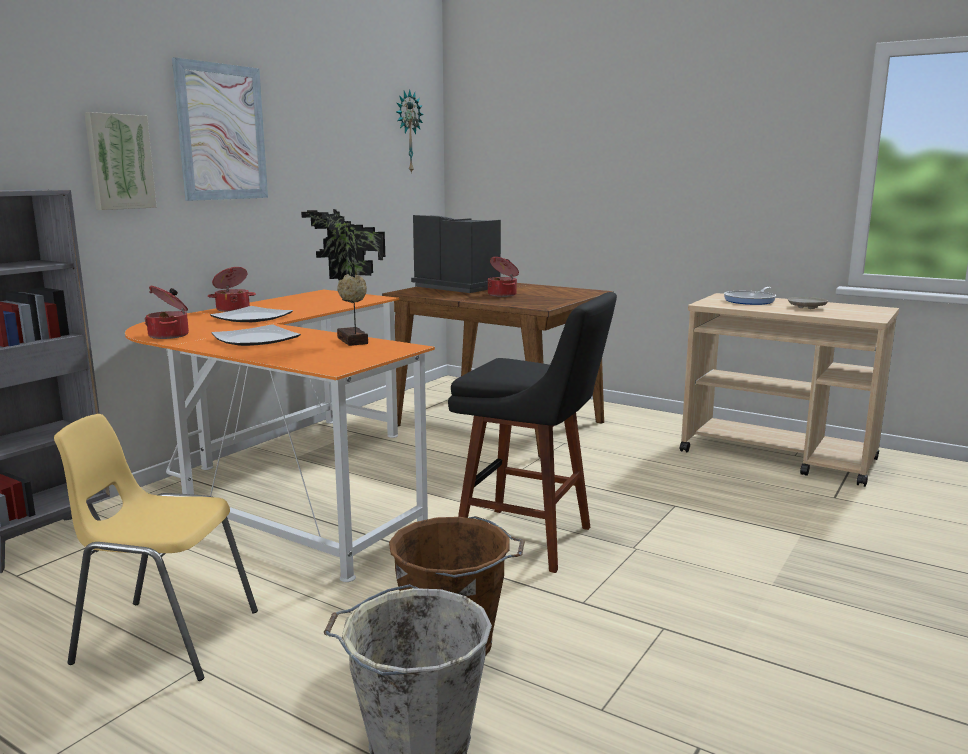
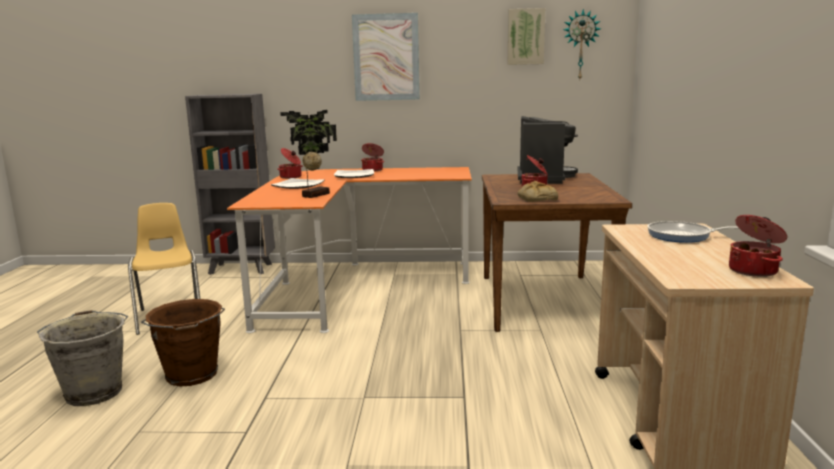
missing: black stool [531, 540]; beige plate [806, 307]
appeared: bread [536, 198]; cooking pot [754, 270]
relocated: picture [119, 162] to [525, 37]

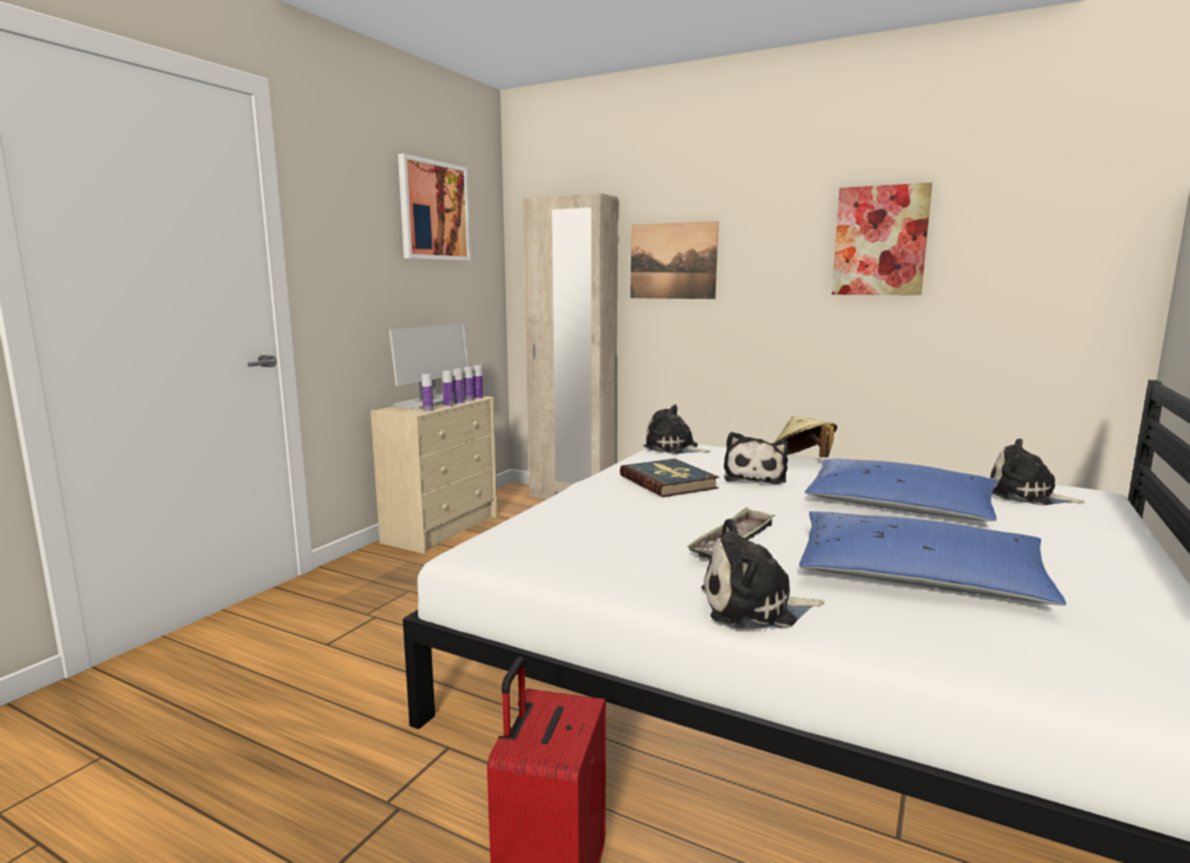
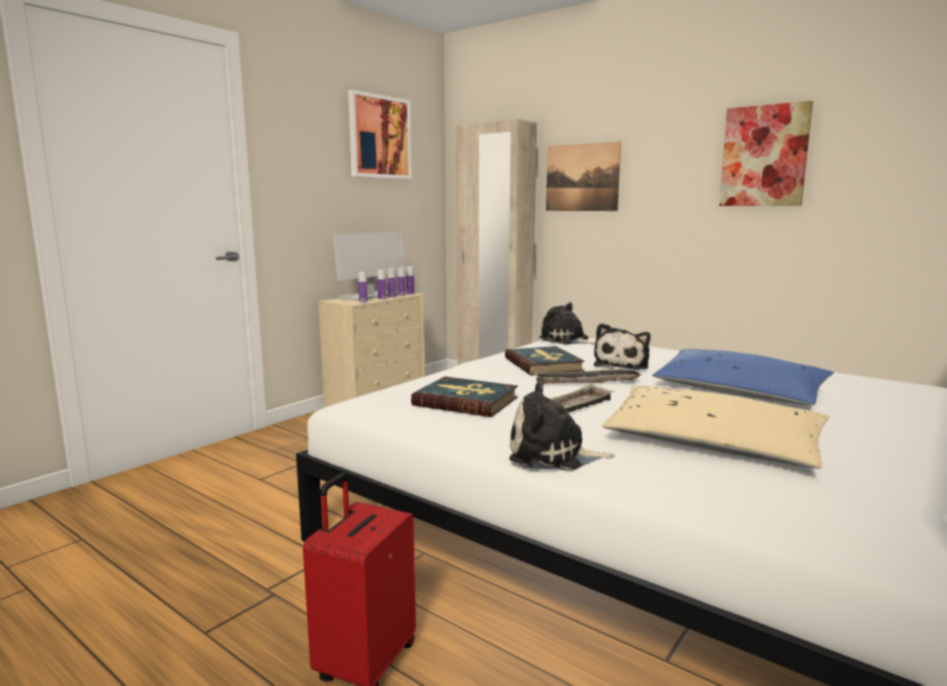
missing: beige hat [801, 461]; plush toy [1026, 496]
appeared: book [466, 401]; tray [586, 382]
colour: blue pillow [918, 578] to beige pillow [711, 444]

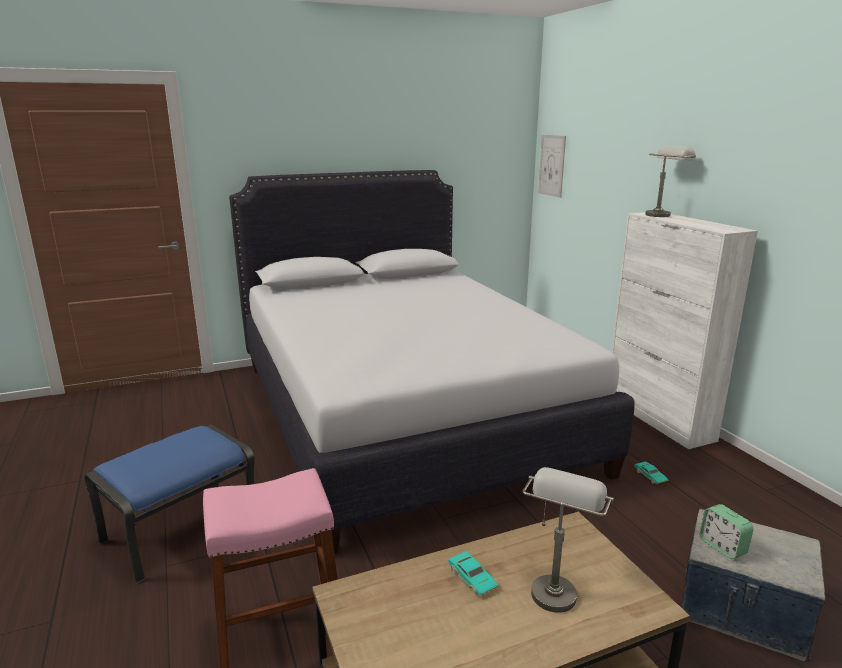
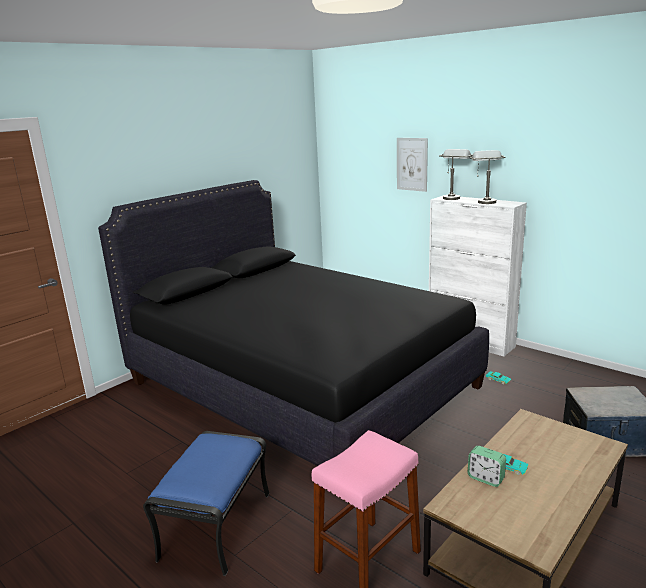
relocated: picture [551, 165] to [412, 164]; alarm clock [722, 547] to [485, 478]; grey table lamp [556, 584] to [484, 201]
colour: white bed [402, 414] to black bed [300, 385]

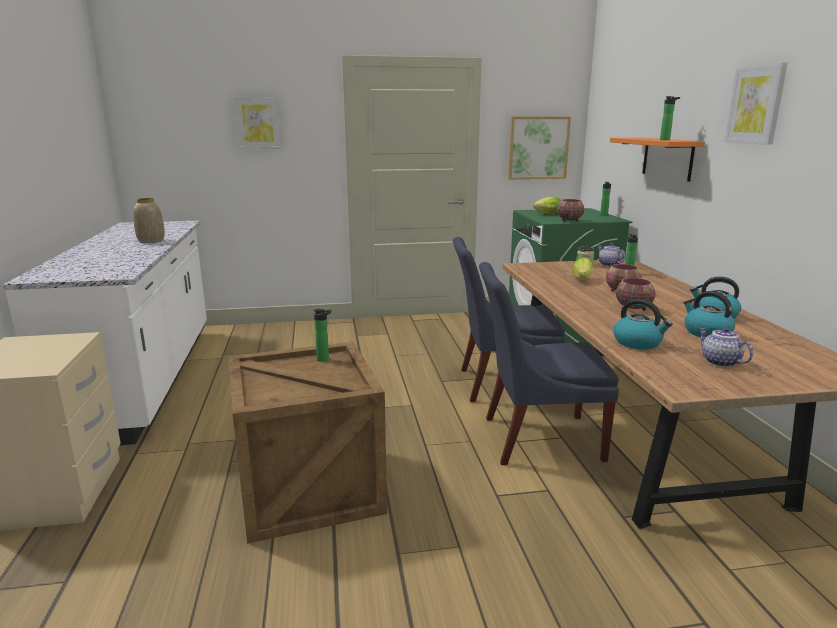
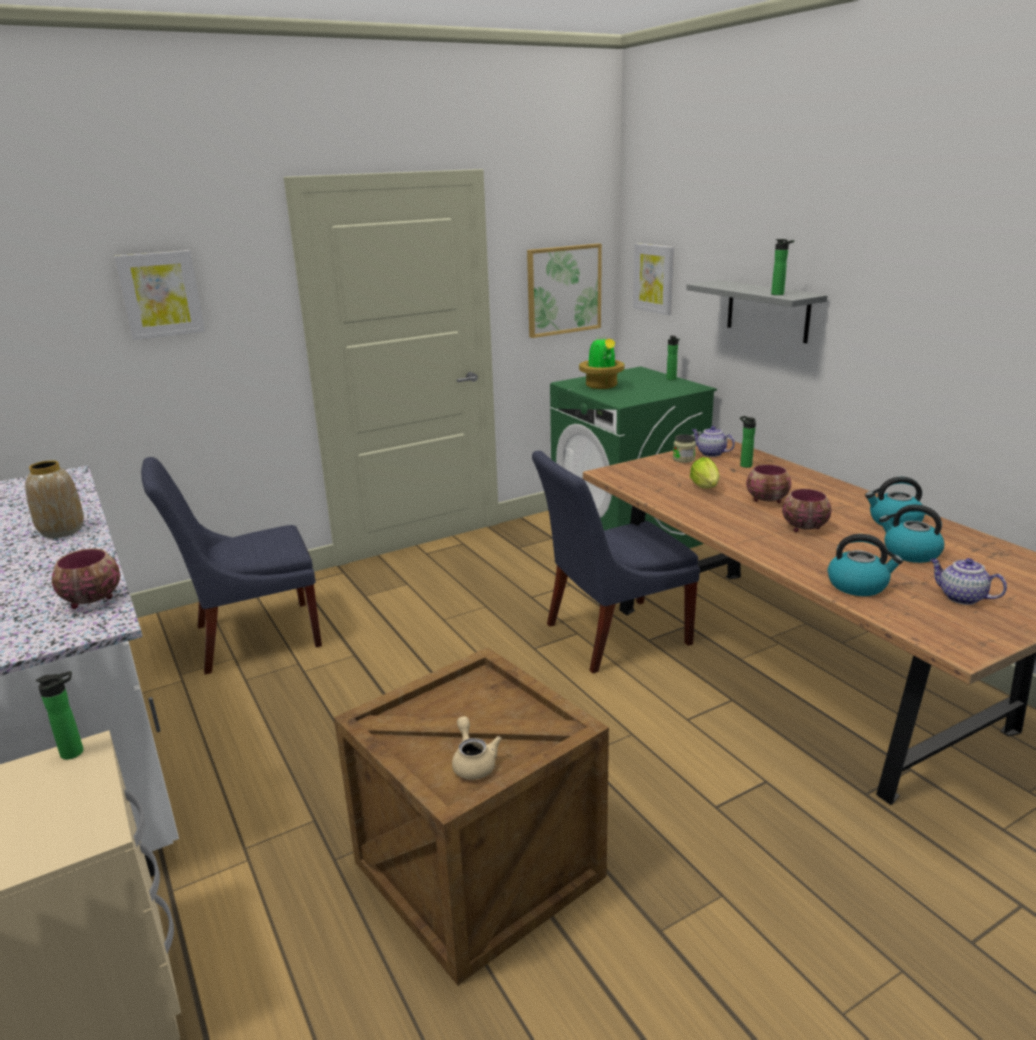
appeared: beige teapot [473, 762]
relocated: bottle [325, 359] to [76, 752]; bowl [569, 220] to [91, 600]; blue chair [536, 438] to [250, 637]; picture [756, 105] to [654, 278]
exchanged: lettuce [546, 214] to potted plant [602, 386]
colour: orange shelf [667, 158] to grey shelf [767, 311]

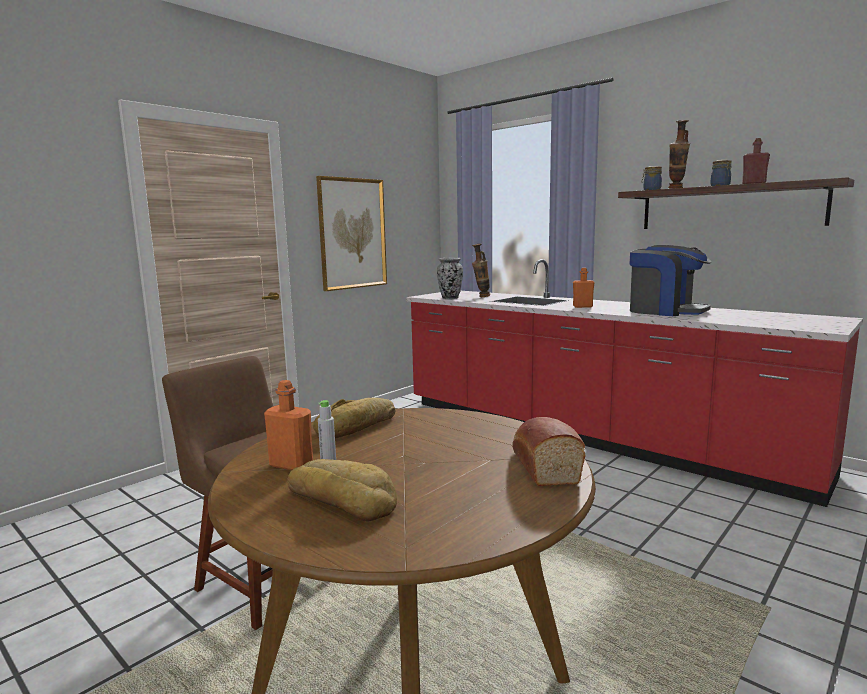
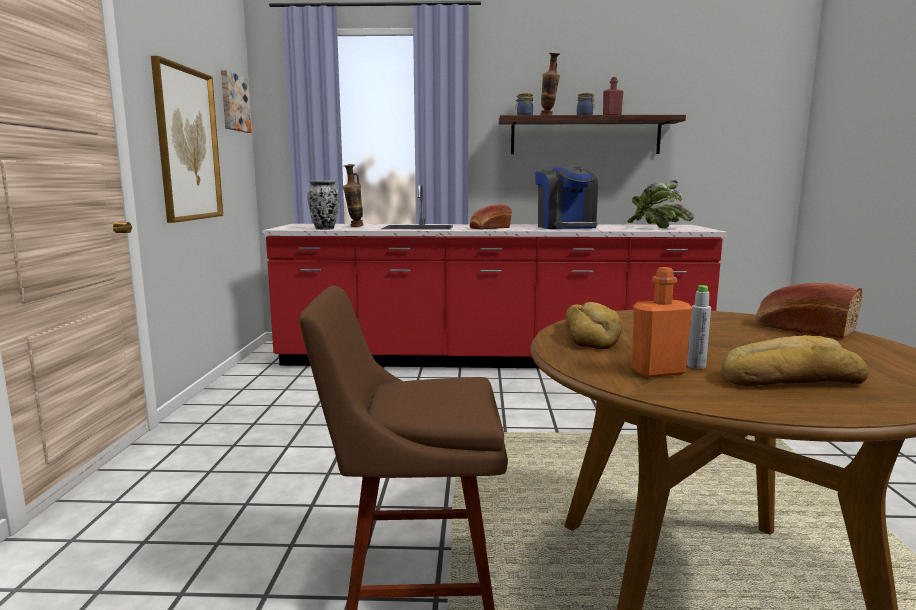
appeared: picture [233, 102]; potted plant [657, 228]
exchanged: orange bottle [582, 306] to bread [489, 228]
spun: coffee machine [665, 311] = [566, 227] 75 degrees clockwise

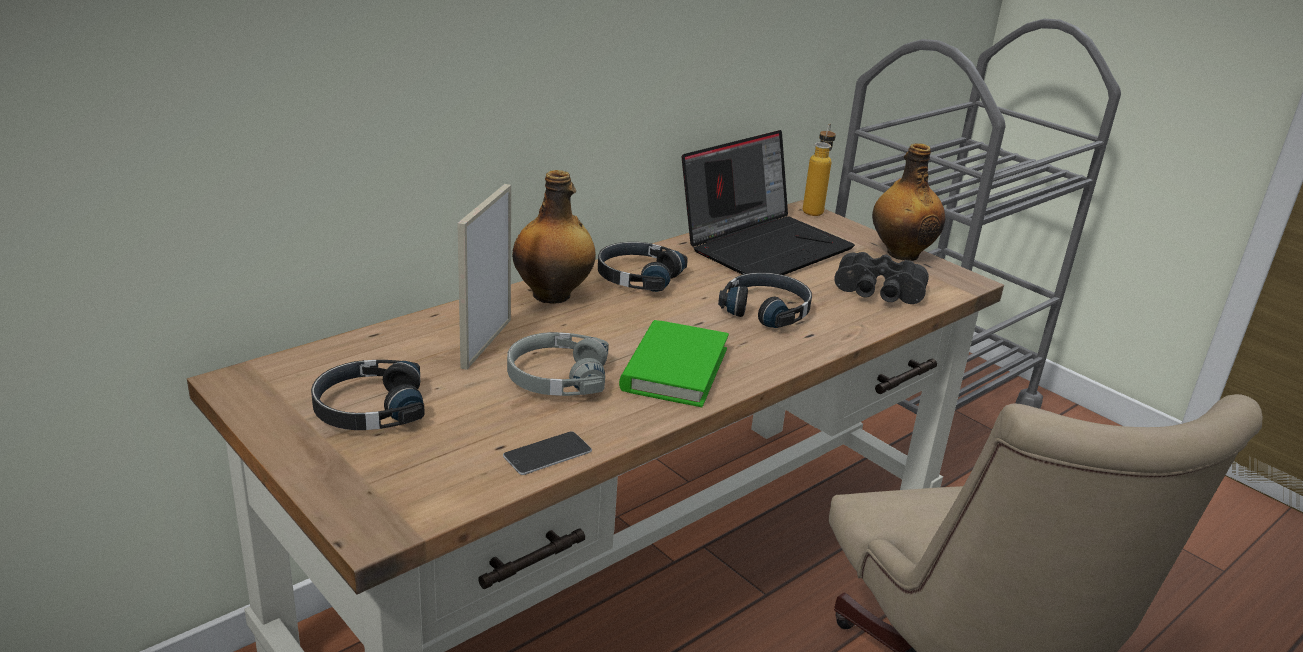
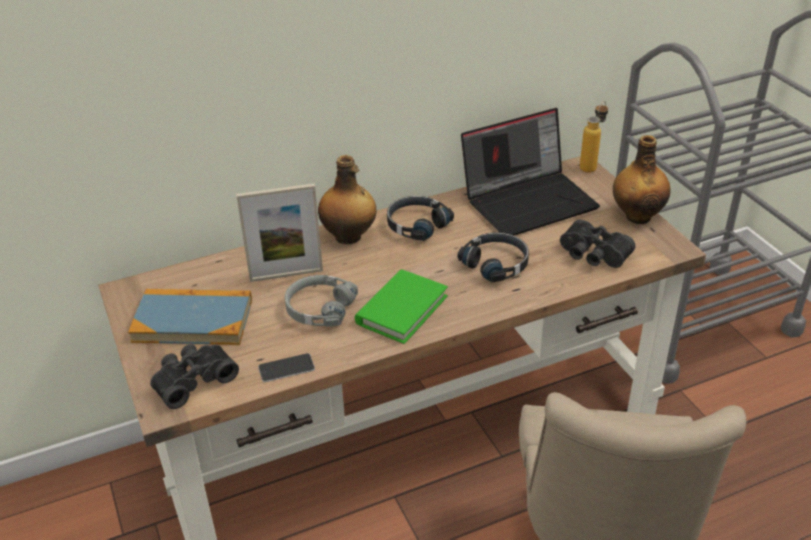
appeared: black binoculars [193, 380]
exchanged: black headphones [368, 409] to book [193, 320]
spun: picture frame [486, 343] = [286, 275] 135 degrees counterclockwise

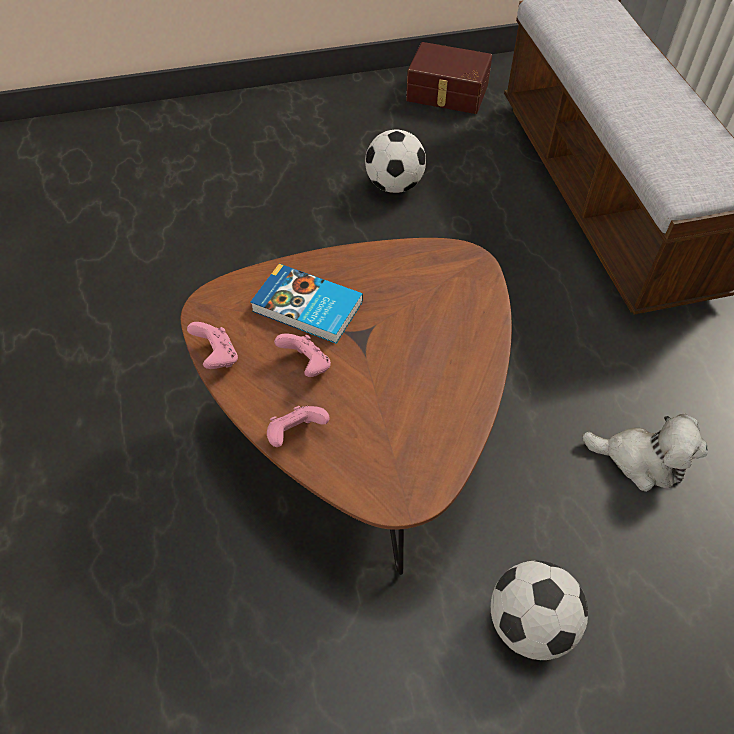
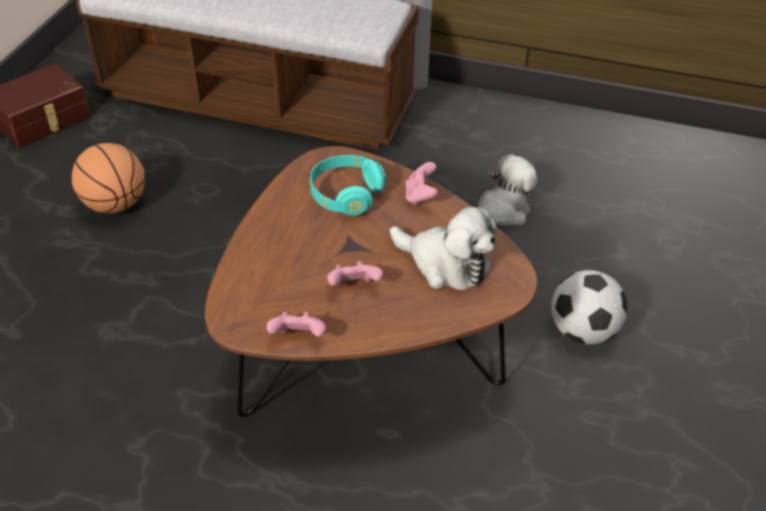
missing: book [307, 308]
appeared: turquoise headphones [346, 195]; plush toy [445, 264]
relocated: pink game controller [296, 434] to [420, 196]
exchanged: football [394, 185] to basketball [115, 205]

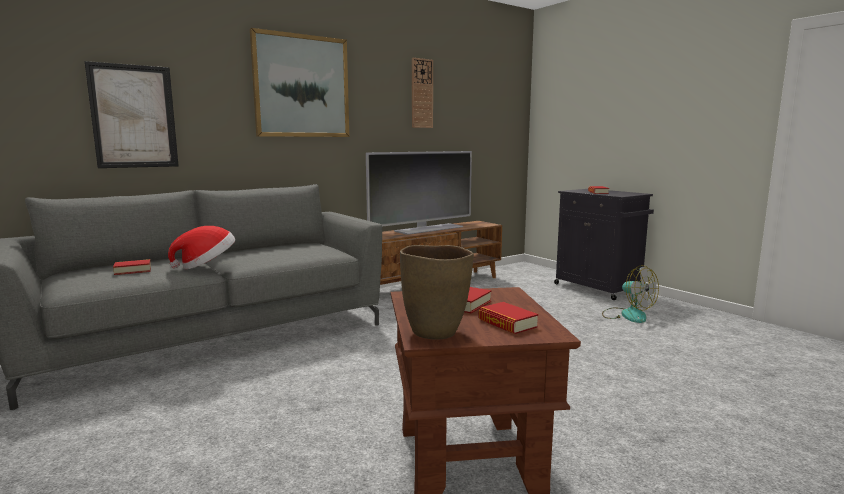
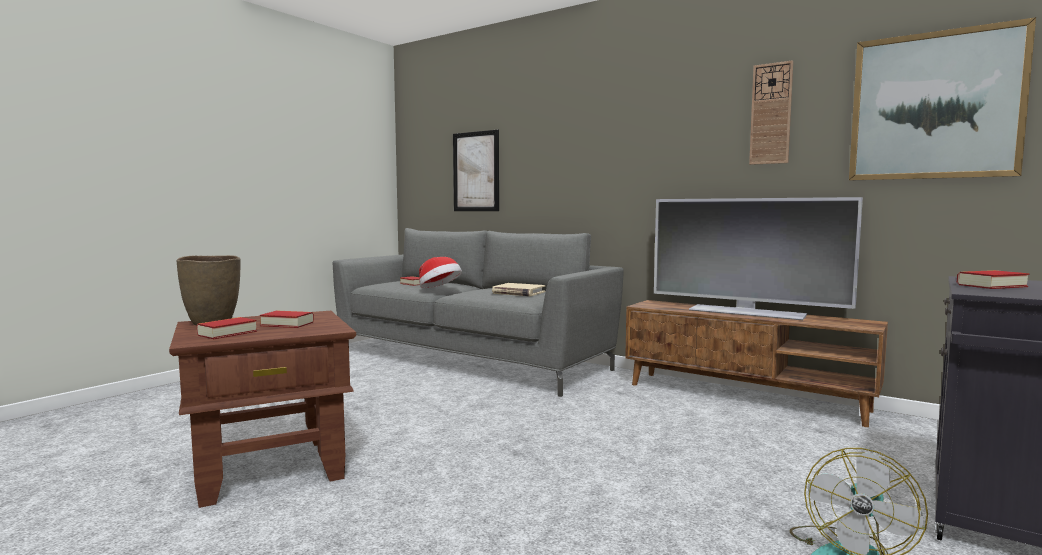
appeared: beige book [518, 292]
relocated: picture [302, 86] to [934, 106]

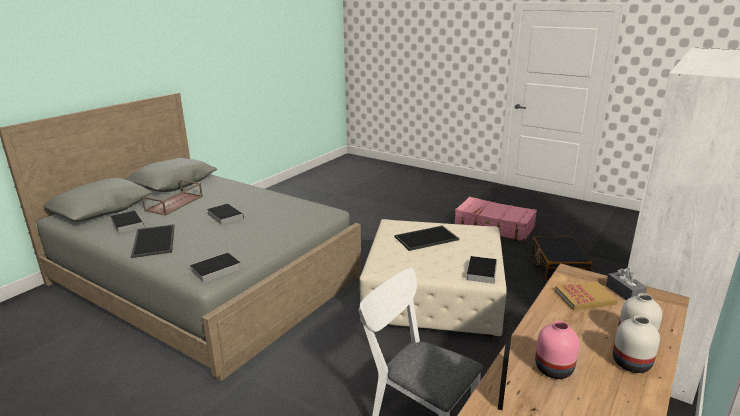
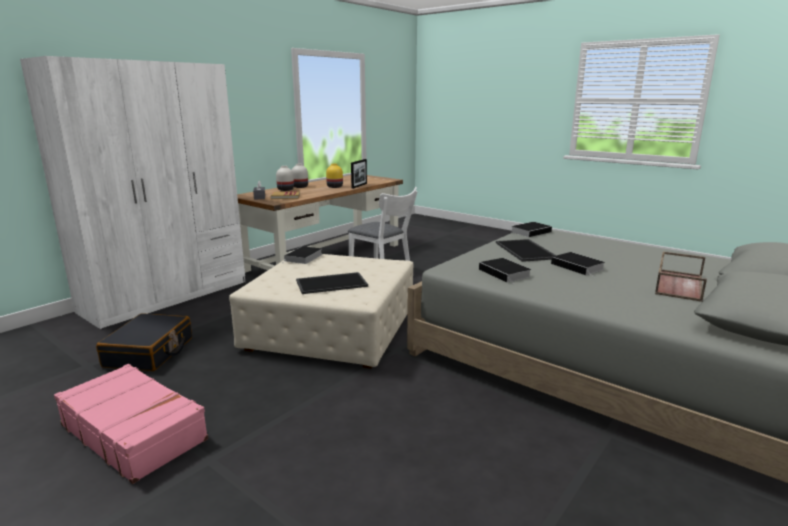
relocated: book [127, 224] to [505, 273]; tray [153, 241] to [526, 250]
colour: pink vase [554, 368] to yellow vase [334, 187]

